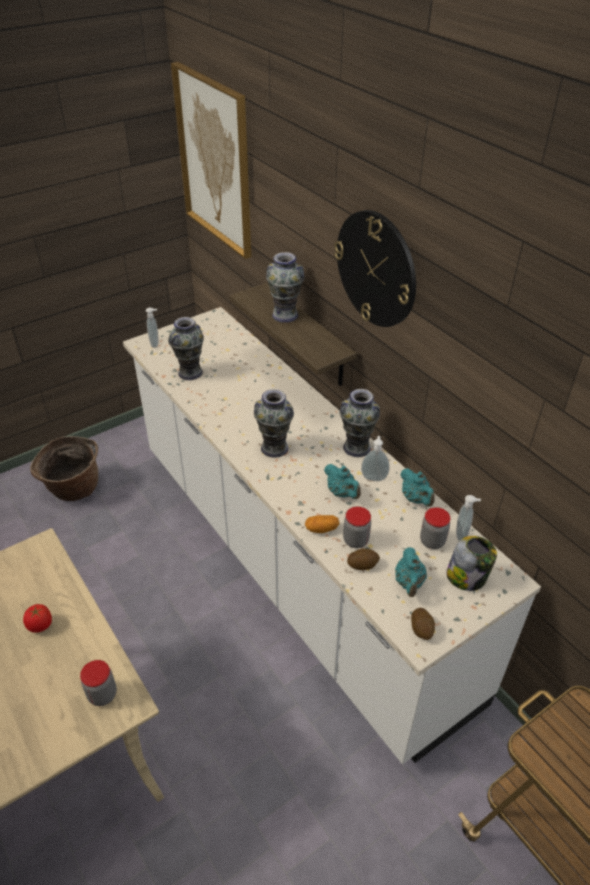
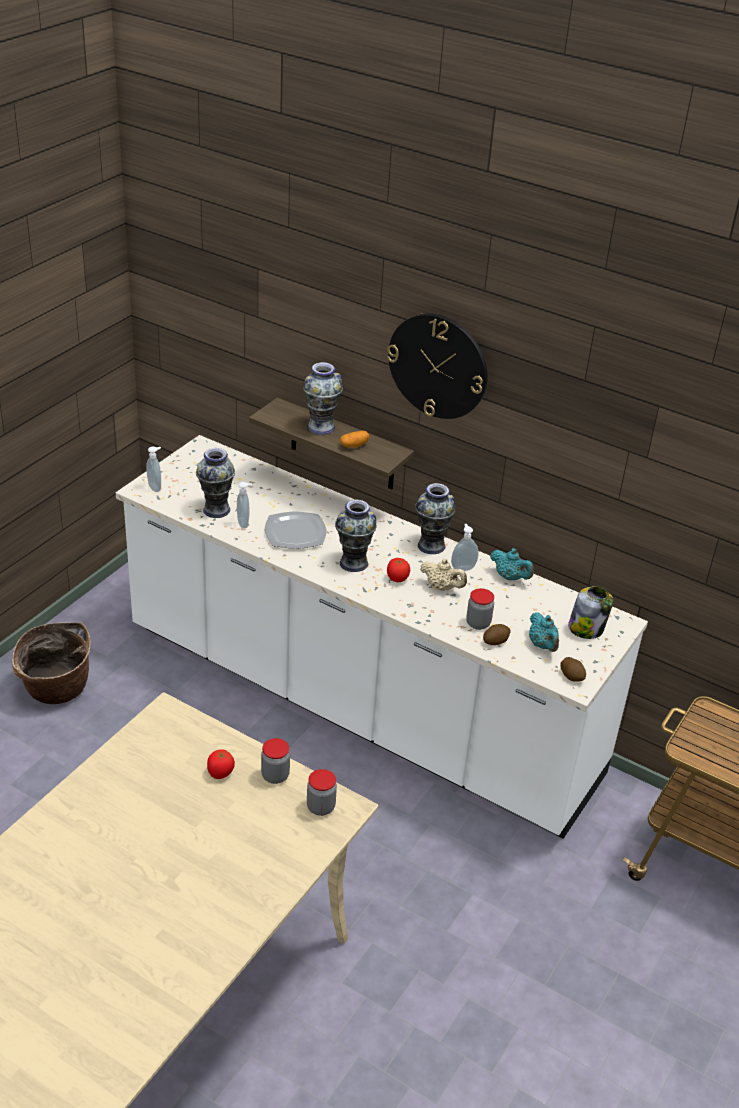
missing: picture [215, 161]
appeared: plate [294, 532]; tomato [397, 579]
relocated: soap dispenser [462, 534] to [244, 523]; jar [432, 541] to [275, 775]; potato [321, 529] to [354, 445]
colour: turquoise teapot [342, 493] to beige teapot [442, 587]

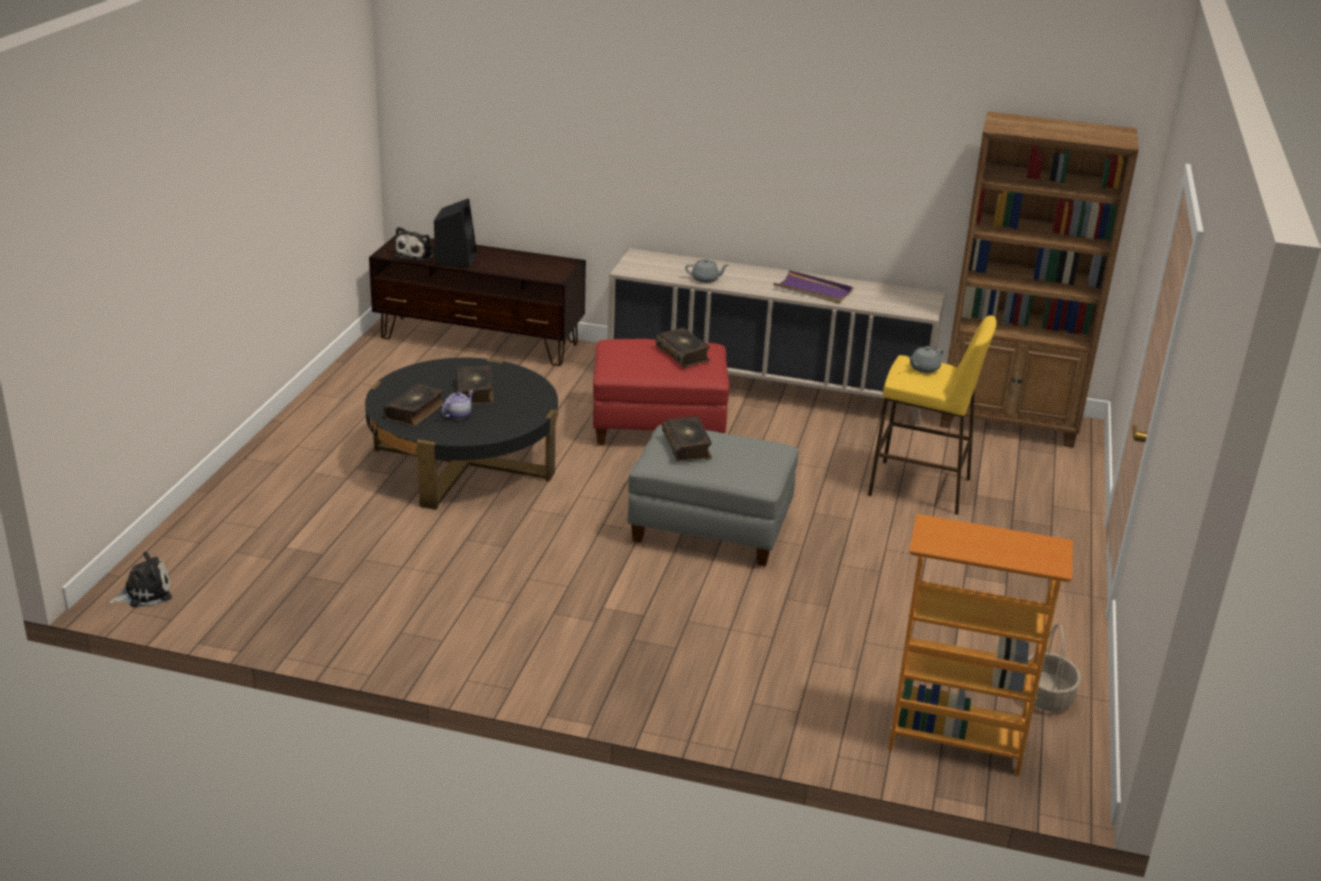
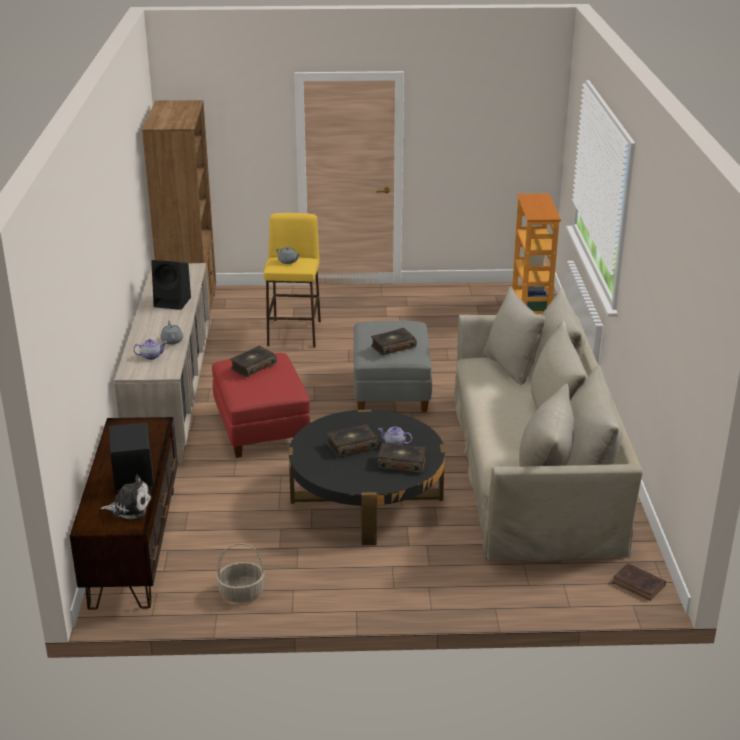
appeared: teapot [151, 356]; beige sofa [532, 468]
relocated: basket [1046, 696] to [241, 593]
exchanged: purple tray [813, 290] to black speaker [173, 302]; plush toy [144, 593] to brown book [639, 584]

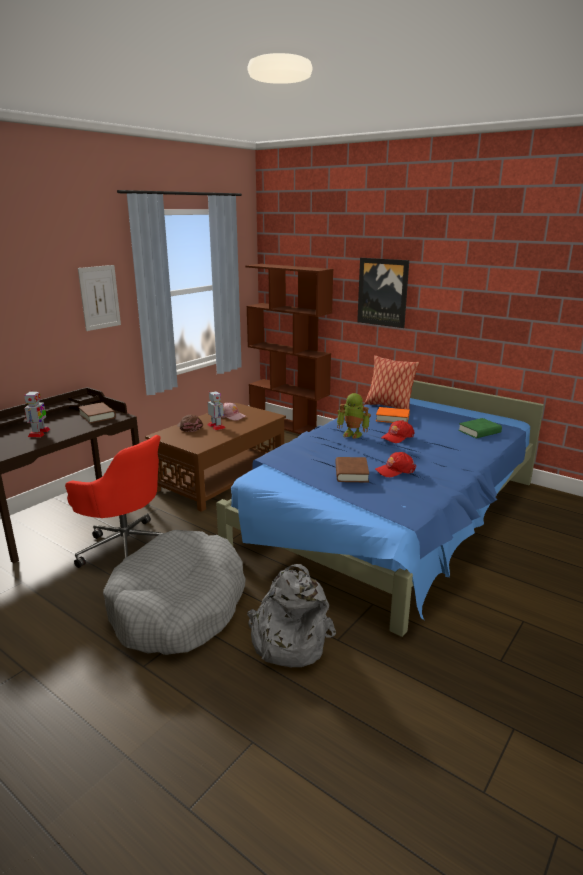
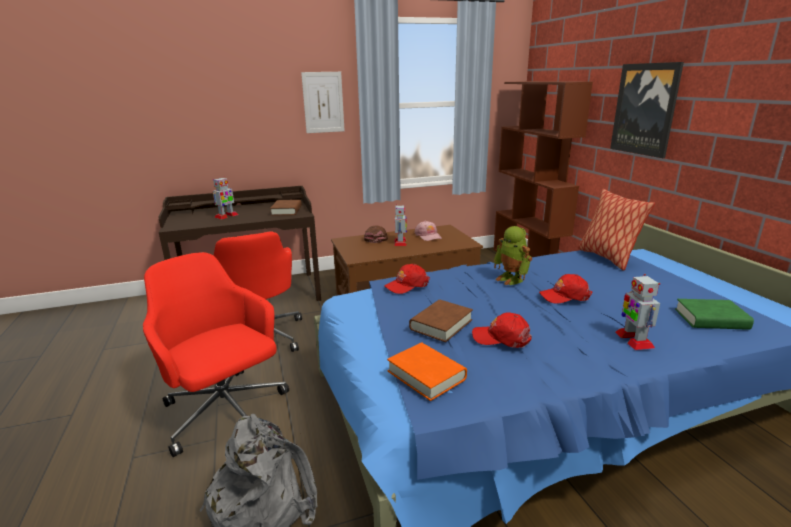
appeared: red cap [407, 285]; toy robot [633, 339]
relocated: orange book [392, 418] to [426, 375]
exchanged: grey dog bed [178, 606] to red office chair [225, 411]

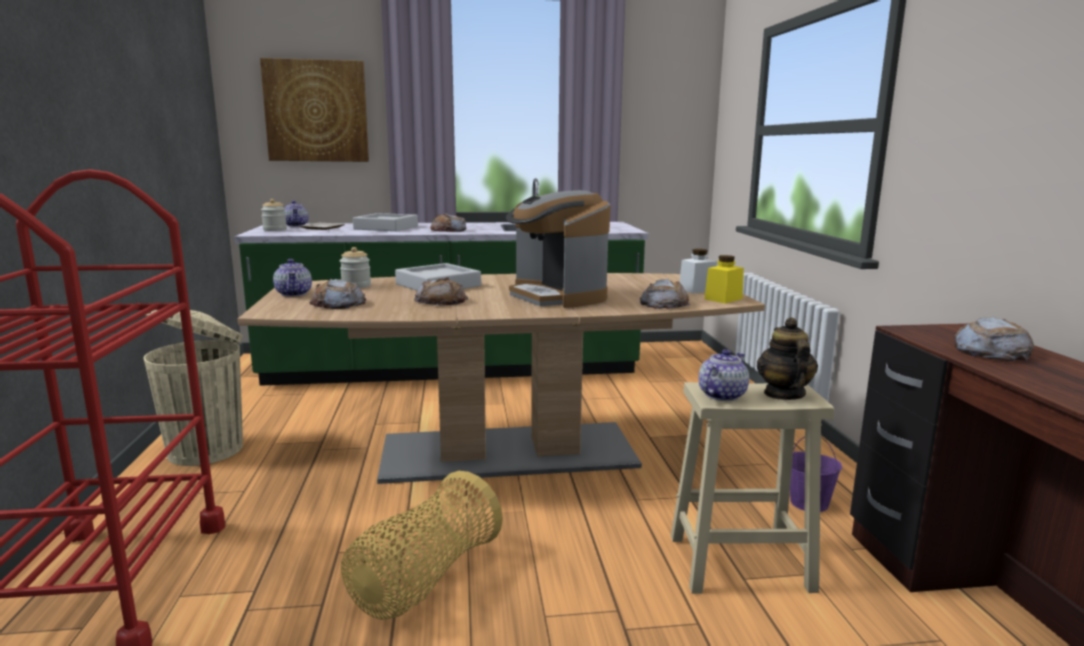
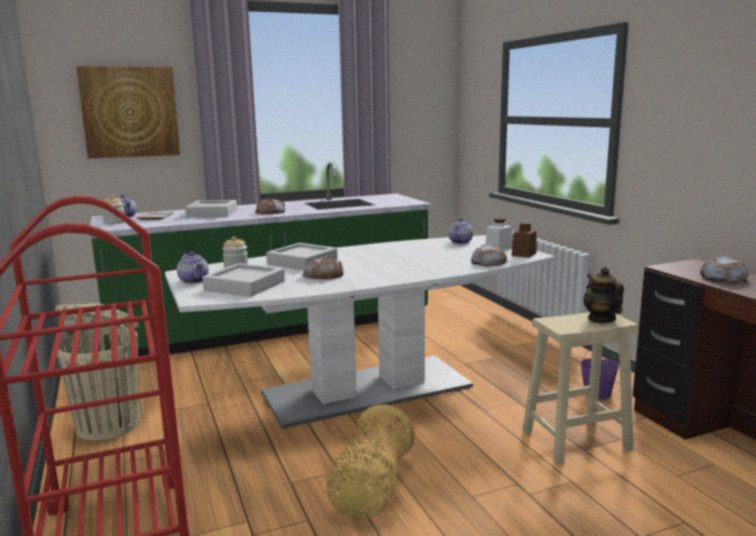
missing: coffee machine [557, 297]
relocated: teapot [721, 395] to [460, 242]
exchanged: bread [338, 303] to grey tray [245, 285]
colour: brown dining table [509, 452] to white dining table [368, 389]; yellow jar [723, 299] to brown jar [524, 254]

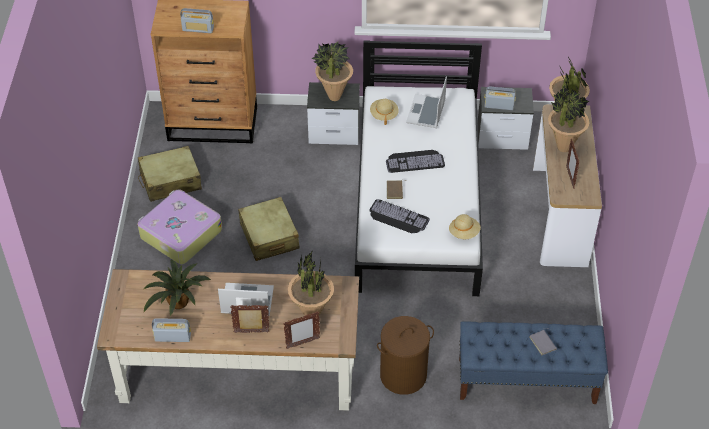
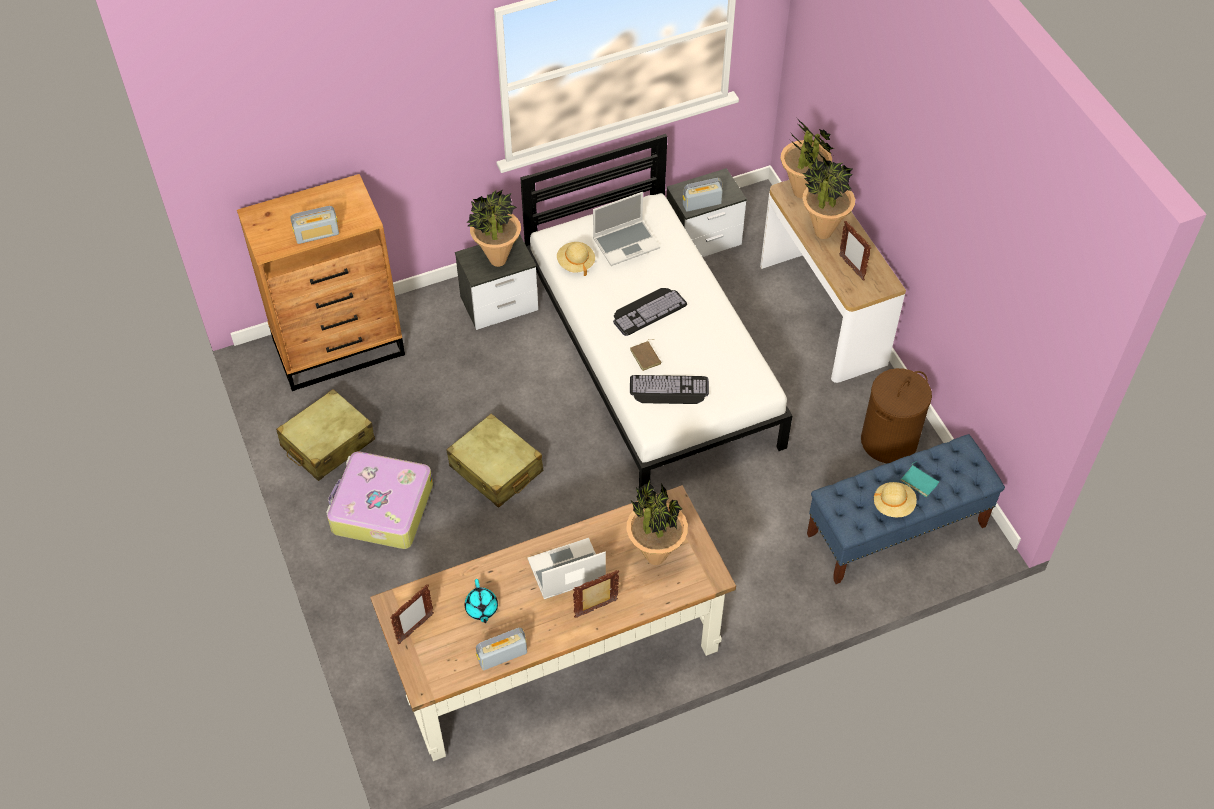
relocated: picture frame [302, 343] to [415, 629]; brown laundry basket [403, 375] to [888, 441]; beige hat [464, 232] to [893, 505]
exchanged: potted plant [177, 303] to turquoise teapot [481, 609]
colour: grey book [543, 343] to turquoise book [920, 481]
spun: laptop [426, 113] = [626, 243] 105 degrees counterclockwise

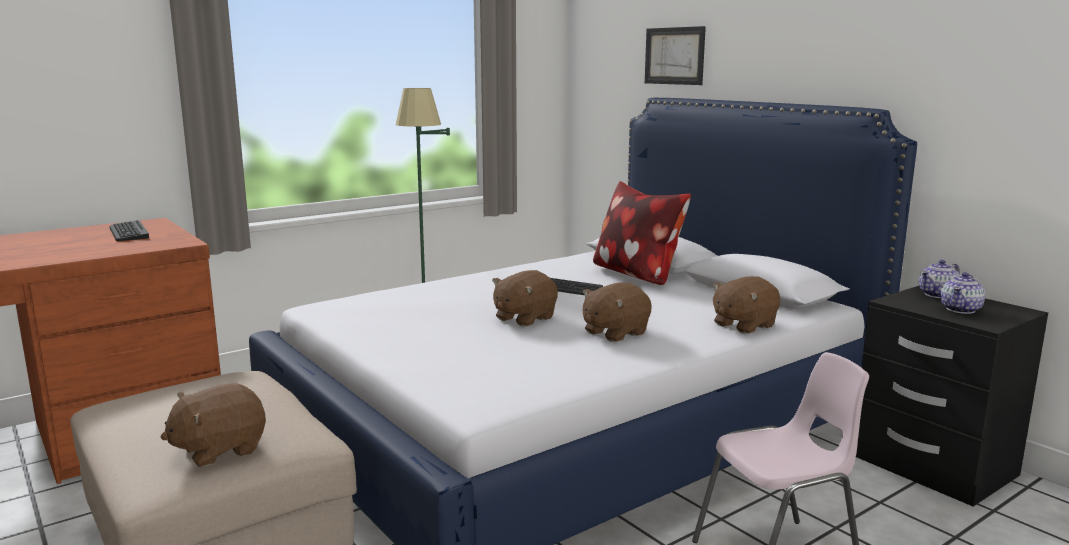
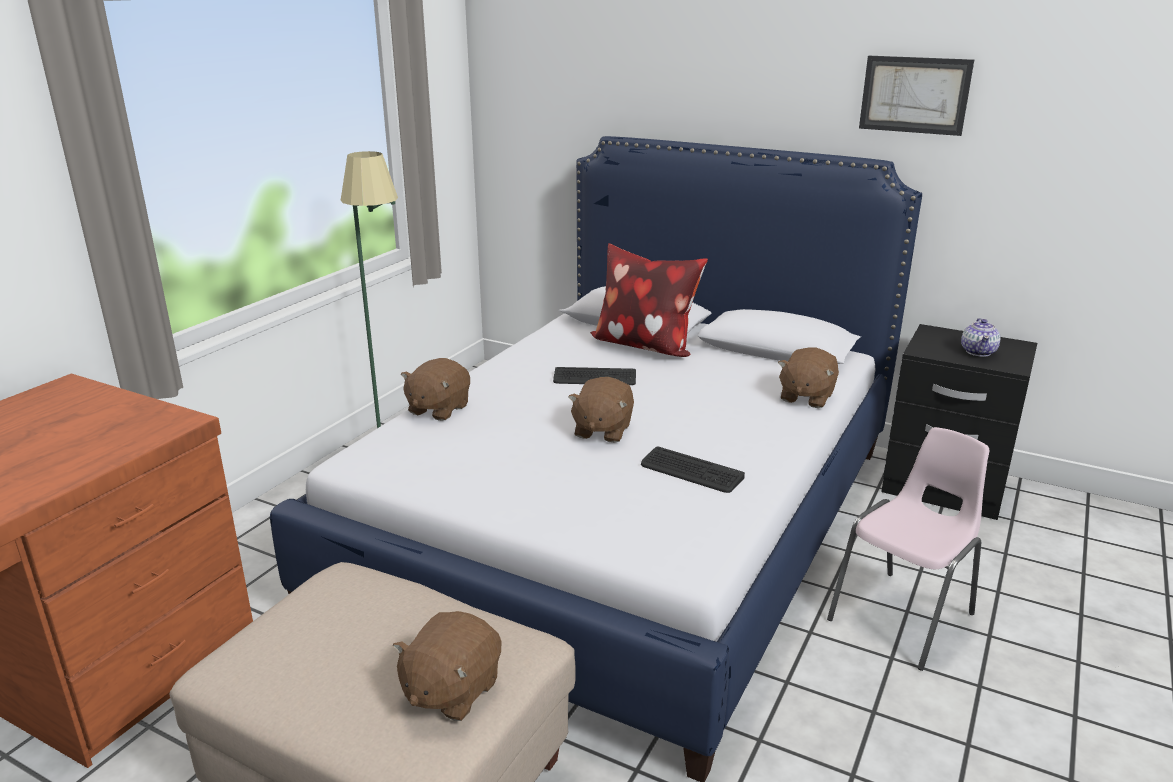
missing: teapot [938, 295]
relocated: brown plush toy [614, 333] to [438, 409]; keyboard [128, 232] to [691, 471]; picture [674, 56] to [914, 95]

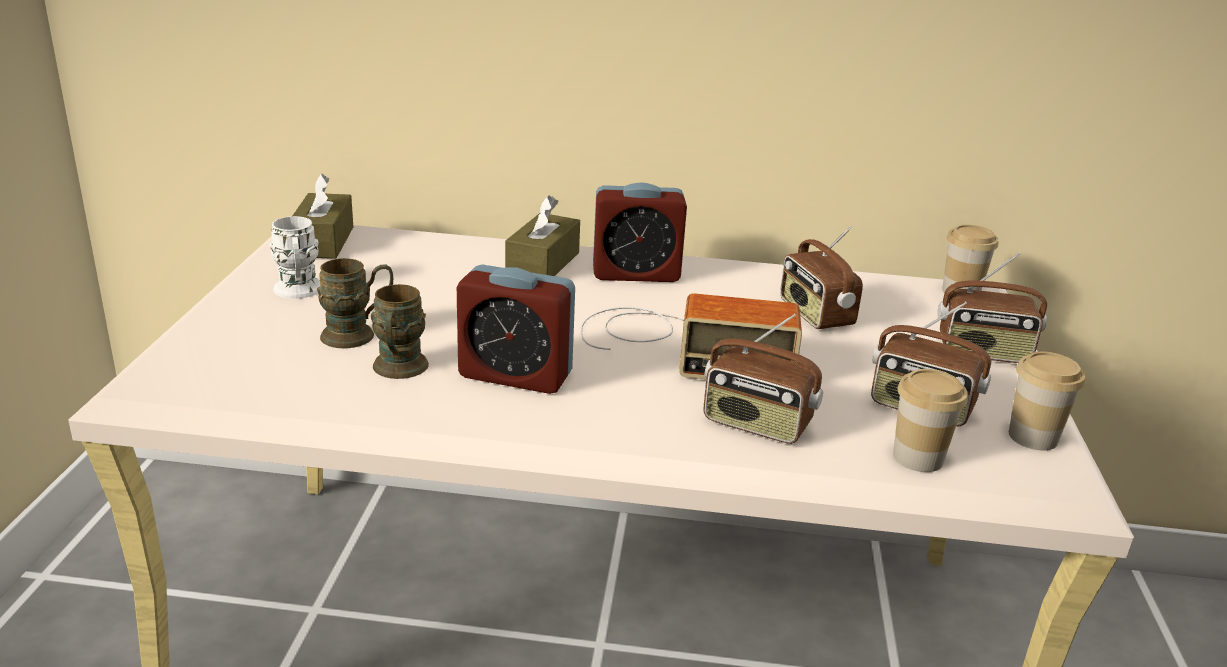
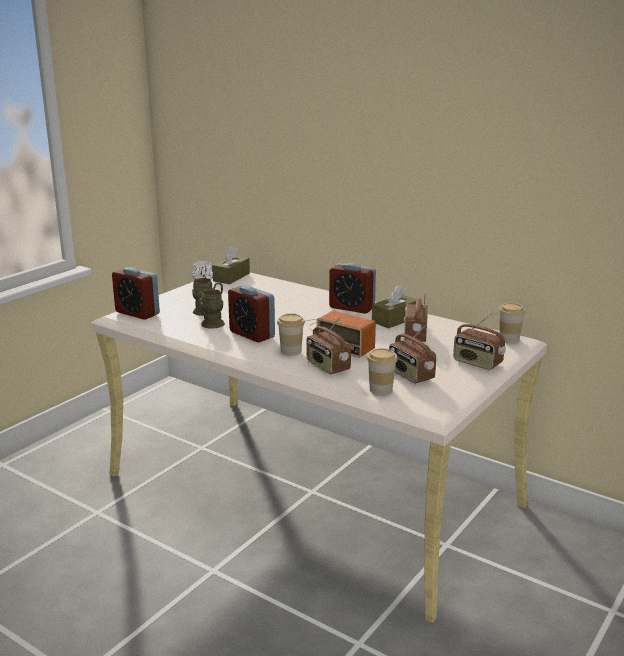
appeared: alarm clock [137, 313]
relocated: cup [1033, 437] to [291, 351]; brown tissue box [543, 264] to [394, 320]

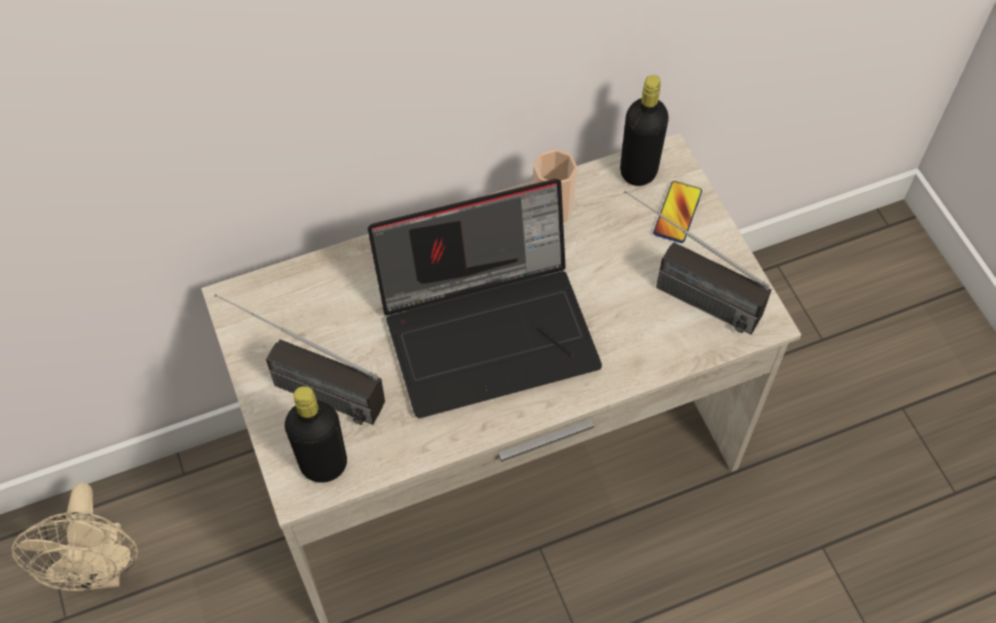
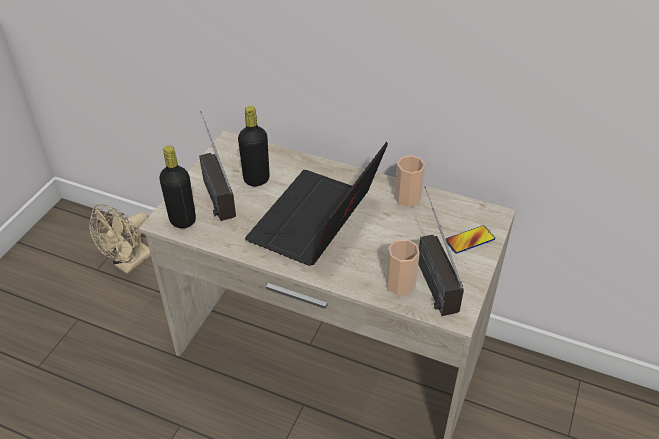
appeared: cup [400, 284]
relocated: black bottle [638, 171] to [256, 179]
spun: laptop [490, 328] = [316, 222] 90 degrees clockwise

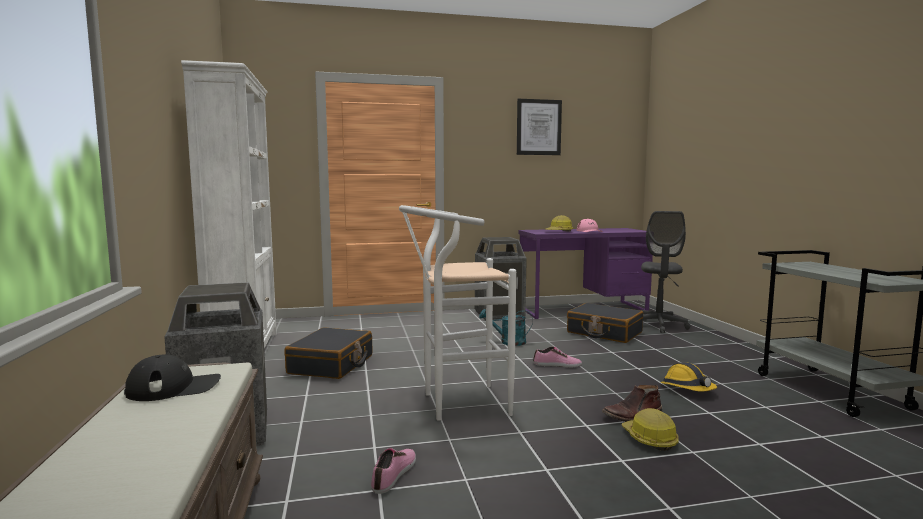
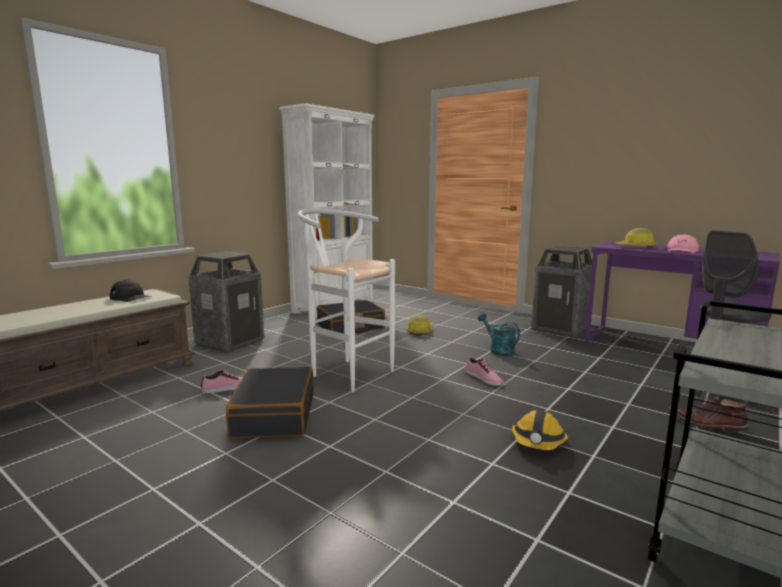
missing: picture [538, 127]
relocated: black suitcase [604, 332] to [274, 415]; hard hat [649, 439] to [420, 331]; brown boot [633, 415] to [706, 423]

